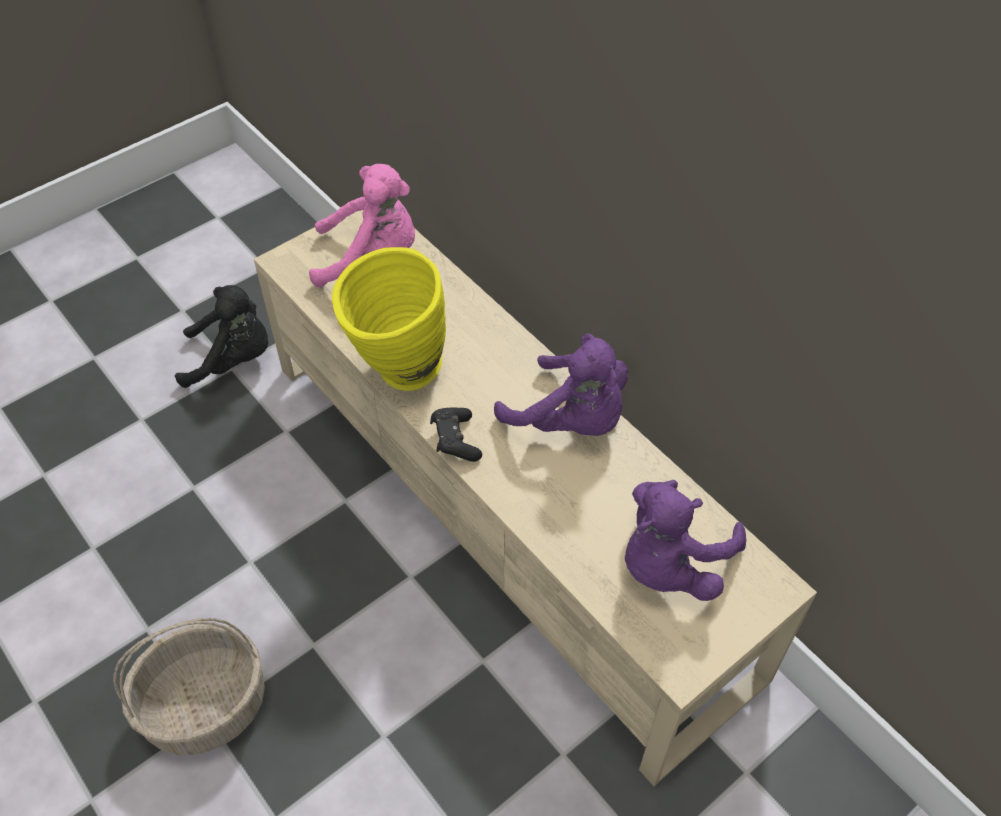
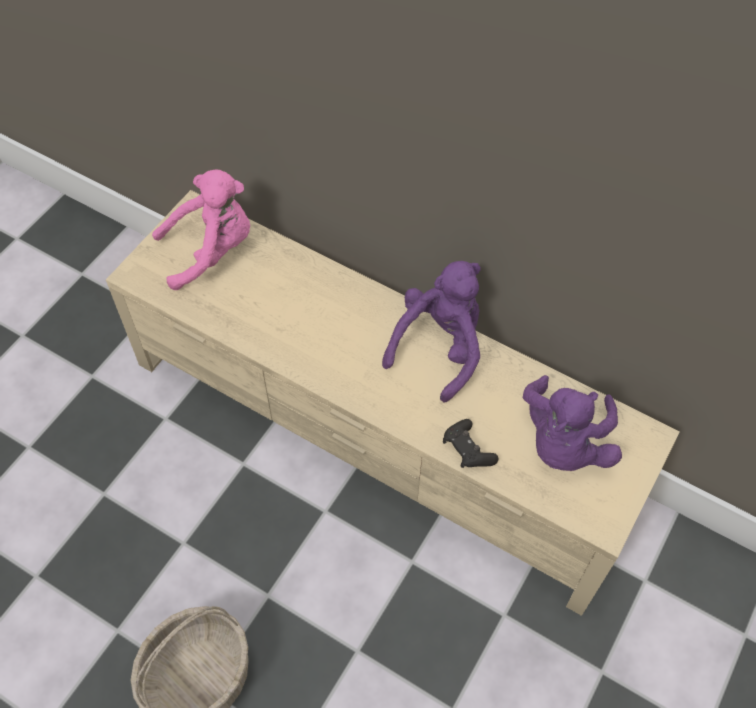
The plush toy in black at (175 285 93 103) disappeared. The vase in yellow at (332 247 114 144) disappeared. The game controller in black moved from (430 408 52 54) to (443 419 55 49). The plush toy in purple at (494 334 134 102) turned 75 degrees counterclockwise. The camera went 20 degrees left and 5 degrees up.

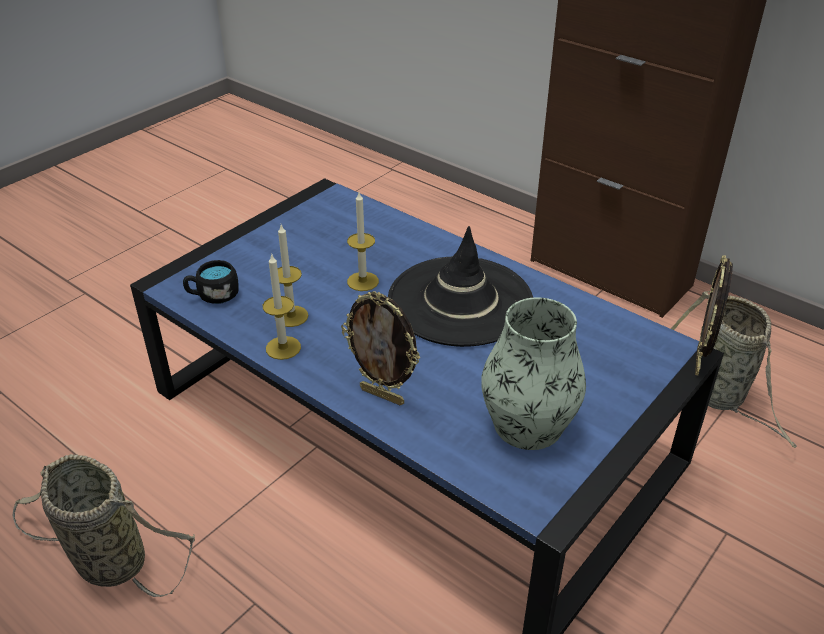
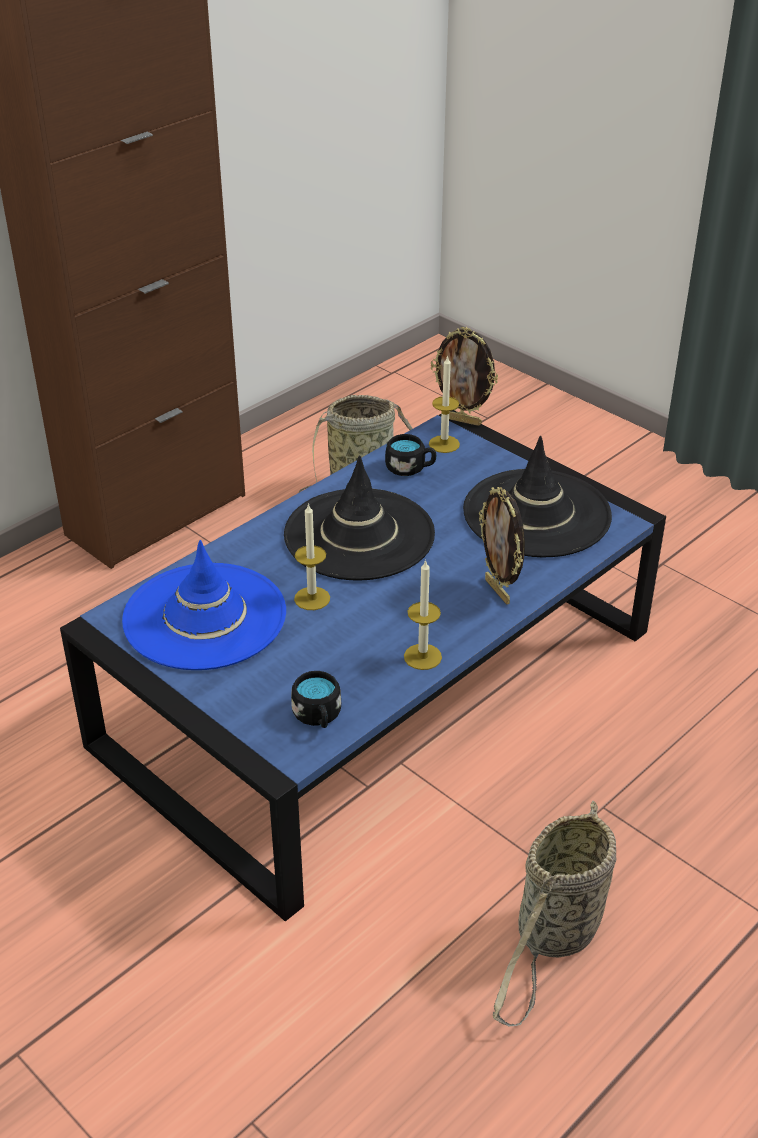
The hat in blue at (122 540 164 130) appeared. The mug in black at (385 434 51 42) appeared. The candle moved from (278 225 30 102) to (429 355 31 98). The vase at (482 297 104 153) was replaced by the hat in black at (463 436 149 122). The picture frame at (341 291 79 115) turned 120 degrees clockwise. The camera went 85 degrees left and 0 degrees up.

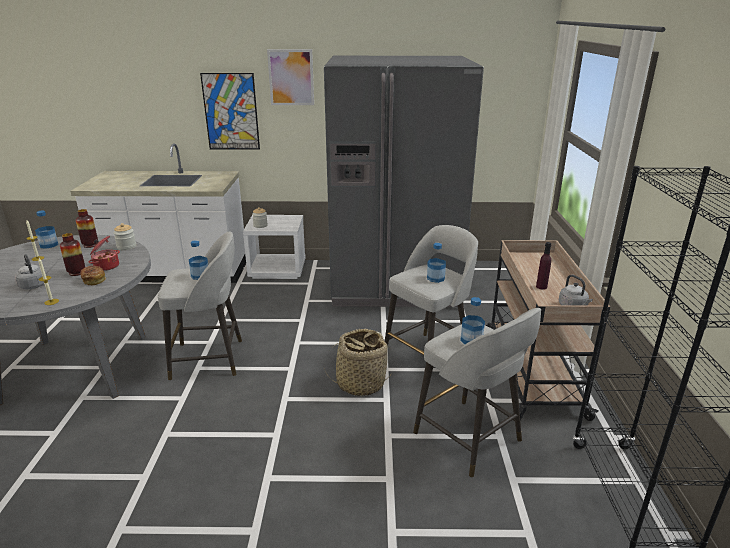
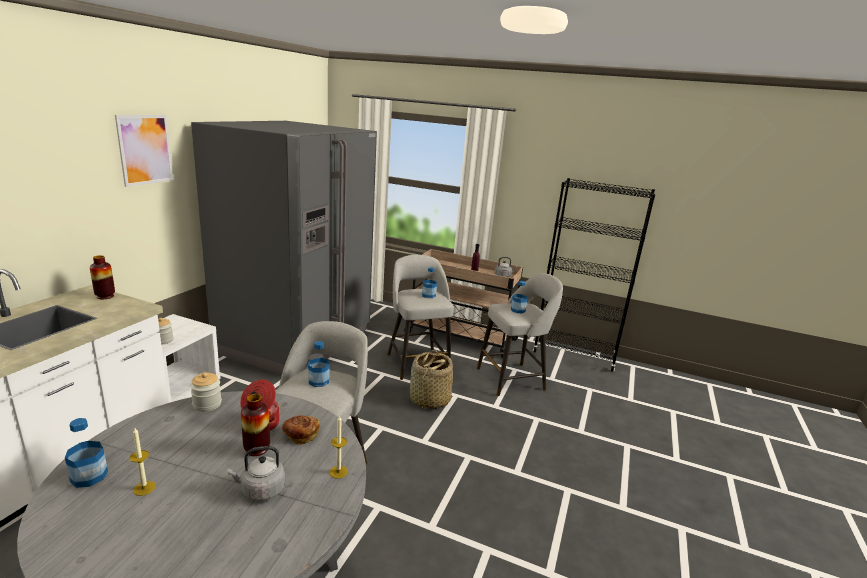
The picture at (200 73 60 77) disappeared. The vase moved from (76 209 22 39) to (90 255 25 44). The camera went 70 degrees left and 5 degrees down.

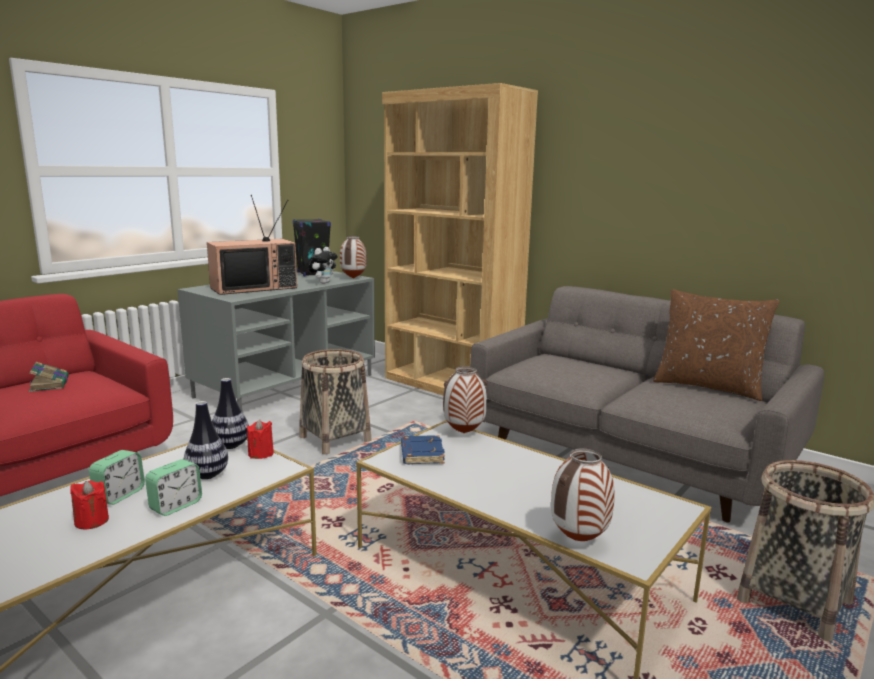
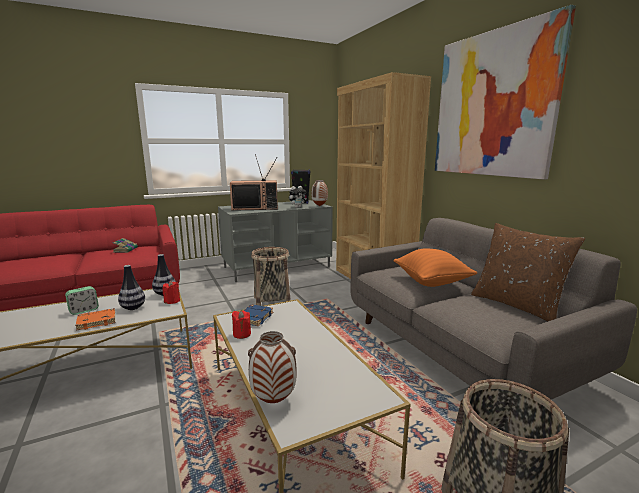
The vase at (443 366 44 67) disappeared. The pillow in orange at (393 248 84 39) appeared. The picture at (435 5 141 174) appeared. The candle in red moved from (70 481 39 48) to (232 311 19 28). The alarm clock at (145 459 57 57) was replaced by the book in orange at (75 308 40 23). The camera went 25 degrees right and 0 degrees up.

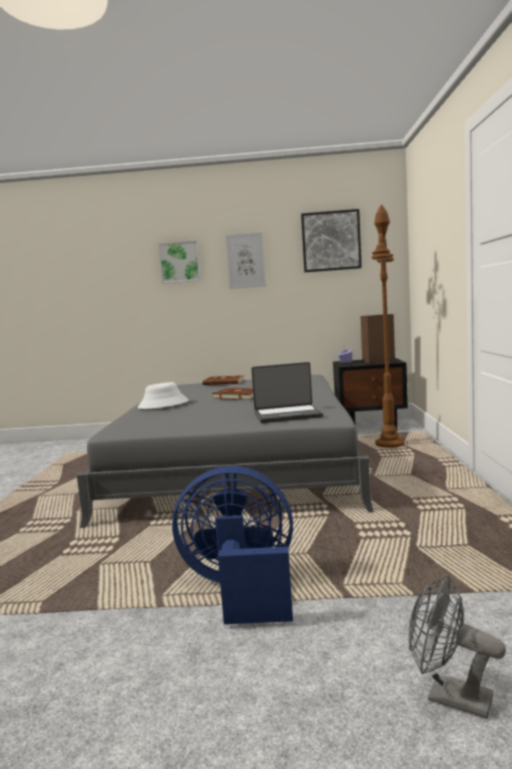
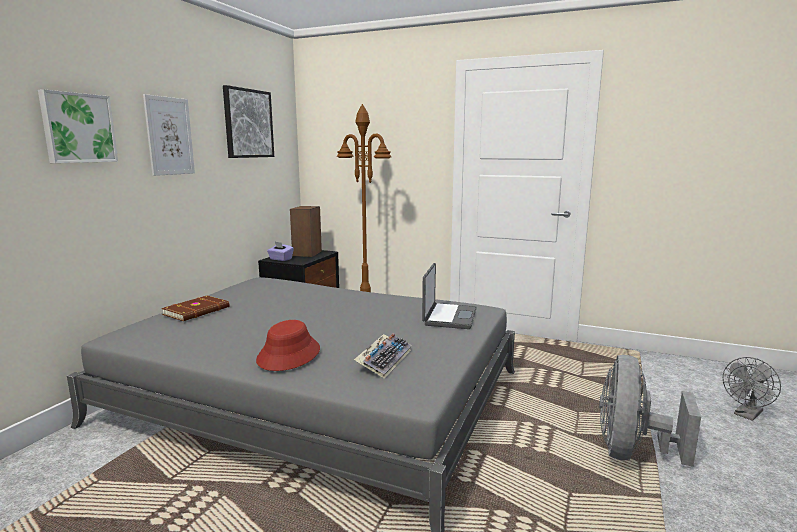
The book in brown at (212 388 42 12) disappeared. The keyboard at (354 333 58 46) appeared. The hat in white at (138 382 51 27) became the hat in red at (256 320 64 51). The fan in blue at (172 466 121 158) became the fan in grey at (599 355 102 112). The camera went 70 degrees left and 5 degrees up.

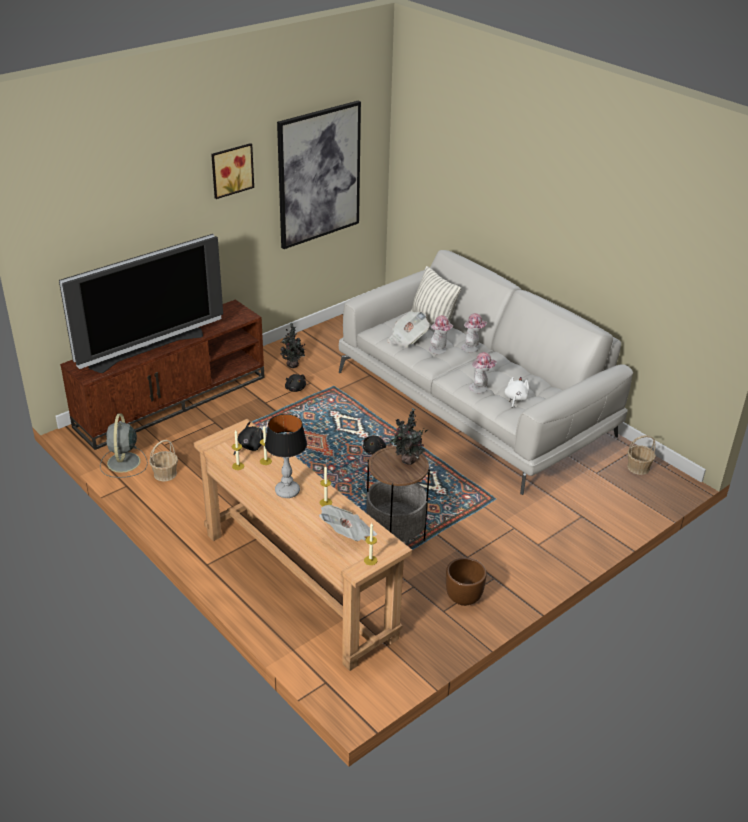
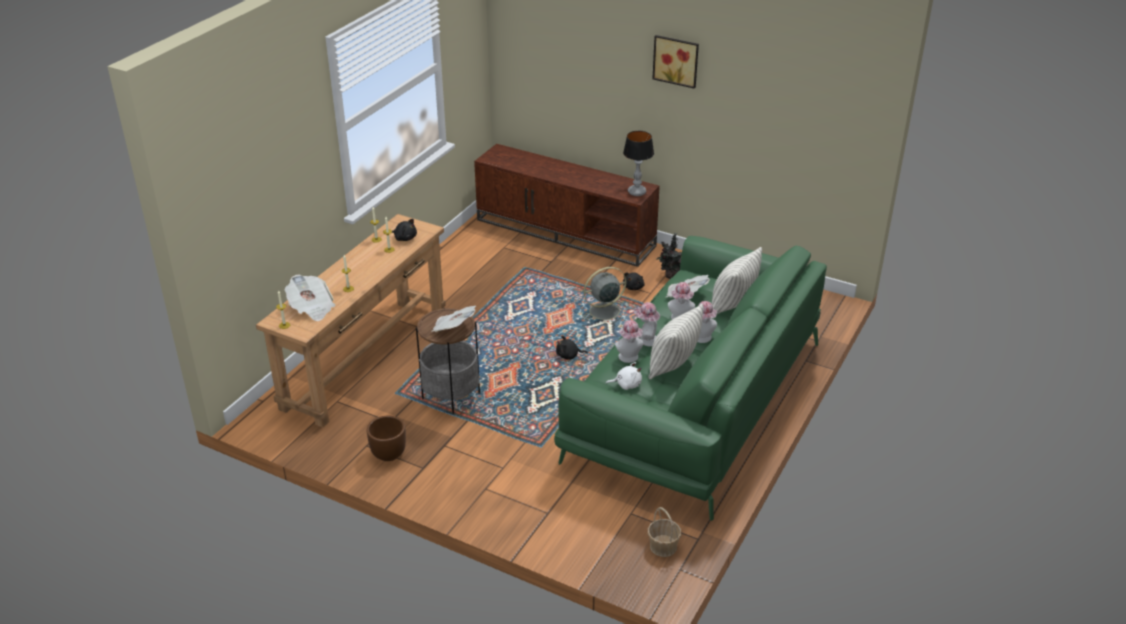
The television at (59 234 164 139) disappeared. The basket at (149 440 29 41) disappeared. The picture at (277 101 84 148) disappeared. The hat at (634 302 26 44) appeared. The pillow at (648 304 55 76) appeared. The fan in grey moved from (100 414 48 64) to (581 267 49 57). The table lamp moved from (265 414 42 84) to (623 131 31 65). The potted plant at (390 408 39 57) was replaced by the newspaper at (431 306 45 26). The sofa in white at (339 250 294 245) became the sofa in green at (554 236 273 285). The camera went 70 degrees right and 0 degrees up.

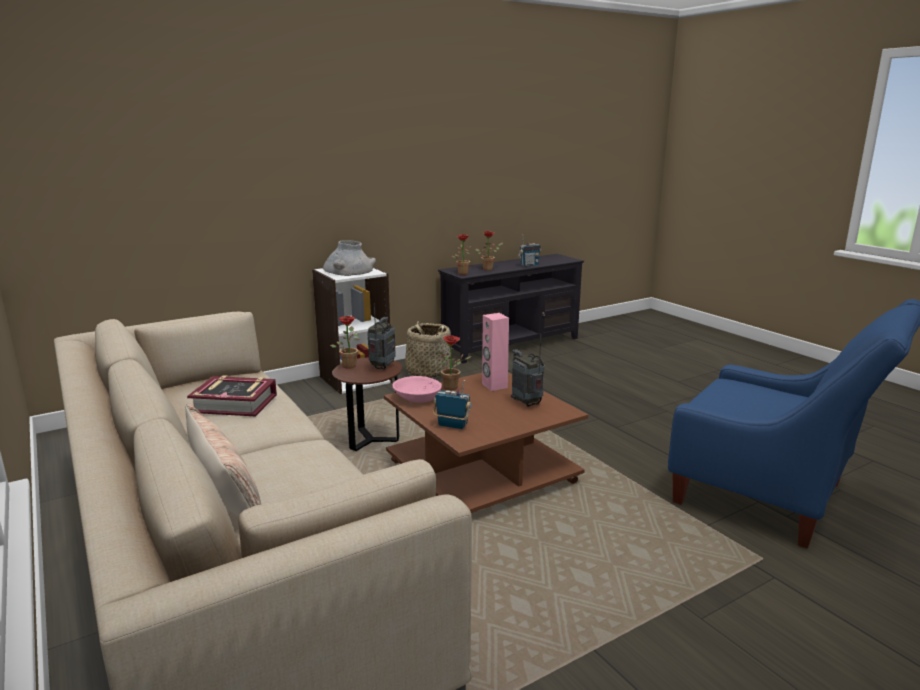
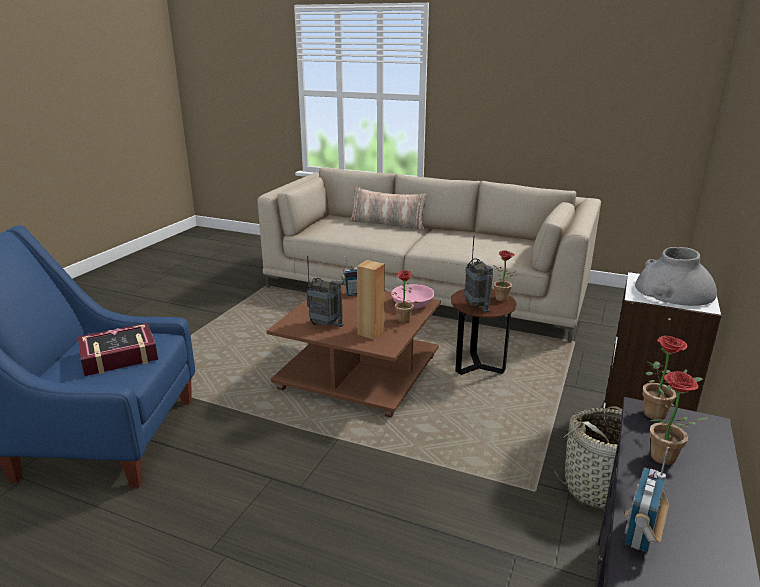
The book moved from (187 375 90 42) to (78 323 80 53). The speaker in pink at (482 313 27 78) became the speaker in brown at (357 260 28 80). The camera went 145 degrees right and 5 degrees up.

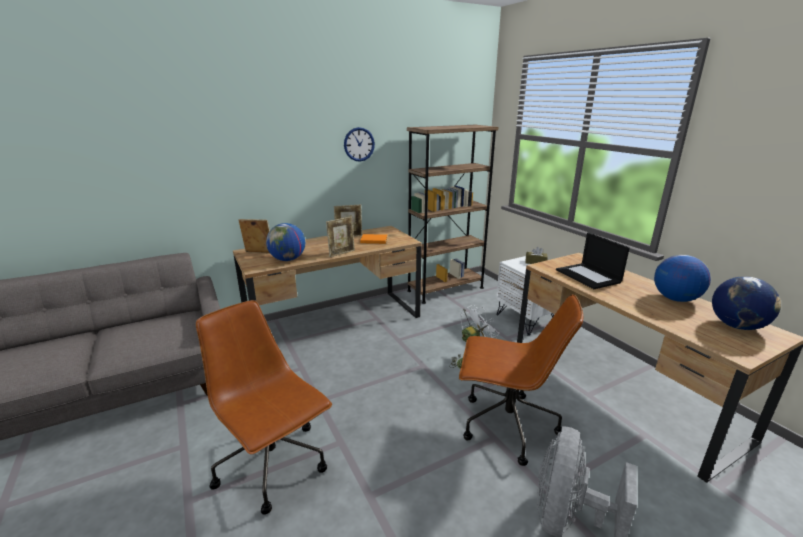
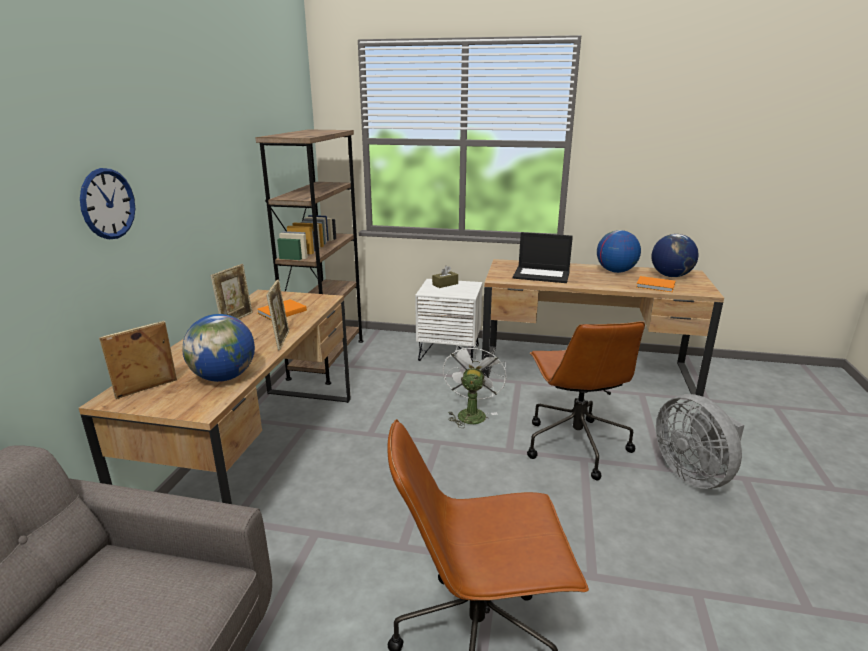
The book in orange at (636 276 39 16) appeared. The wall clock moved from (344 127 31 35) to (80 168 55 71). The office chair in brown at (459 294 124 172) turned 120 degrees clockwise. The camera went 50 degrees left and 0 degrees up.

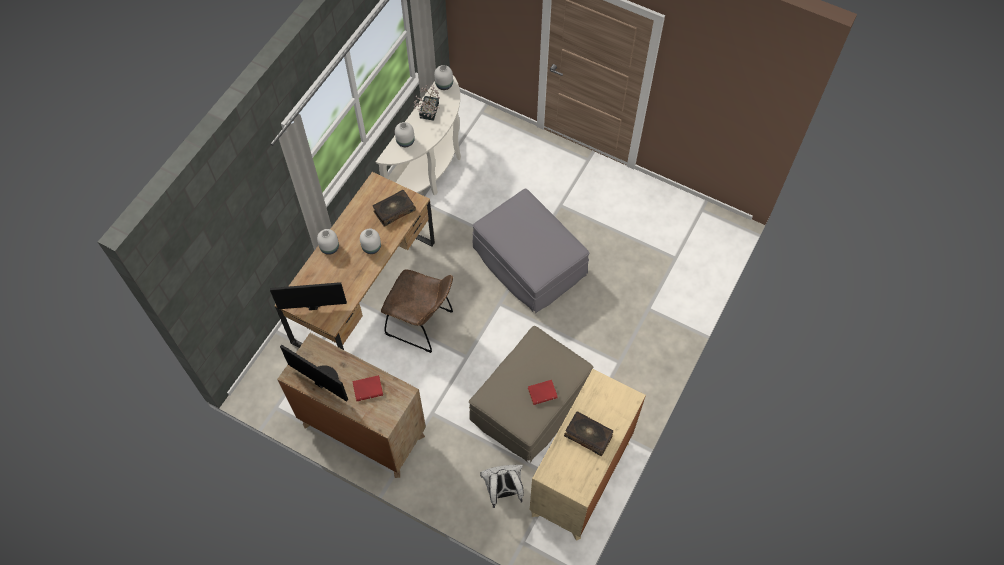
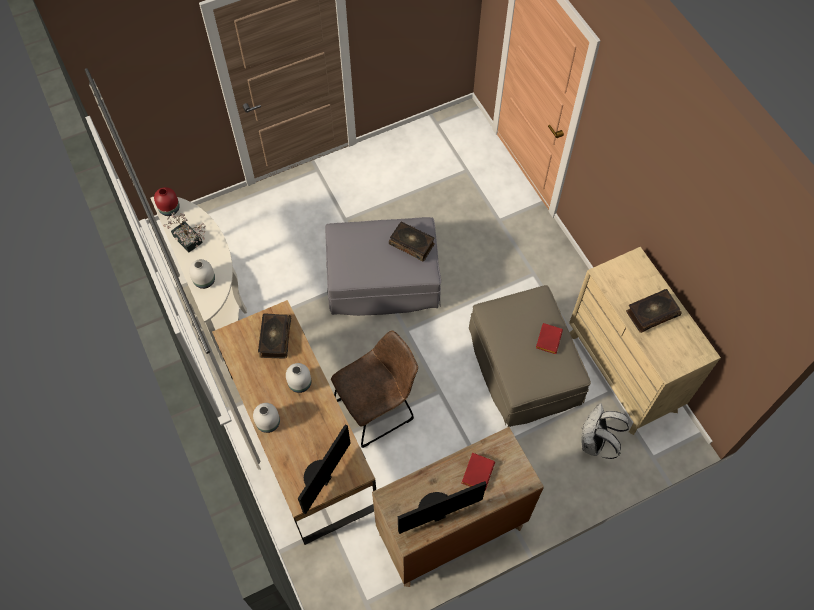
The book at (389 222 46 39) appeared. The vase in white at (434 65 19 25) became the vase in red at (154 187 26 29). The camera went 55 degrees left and 0 degrees up.

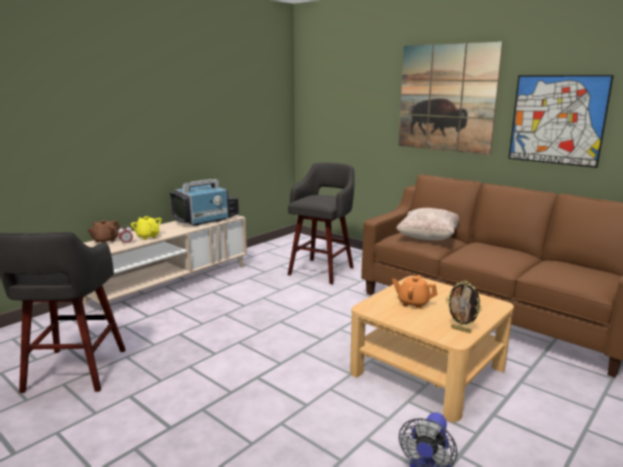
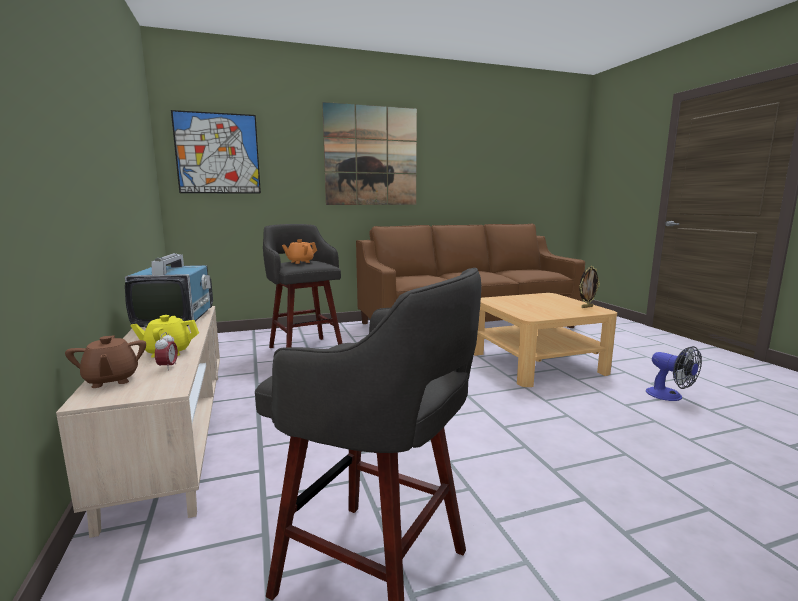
The pillow in beige at (396 208 63 32) disappeared. The teapot in orange moved from (392 275 45 34) to (282 239 35 25). The picture moved from (508 75 106 93) to (171 110 90 84). The camera went 60 degrees left and 5 degrees down.

